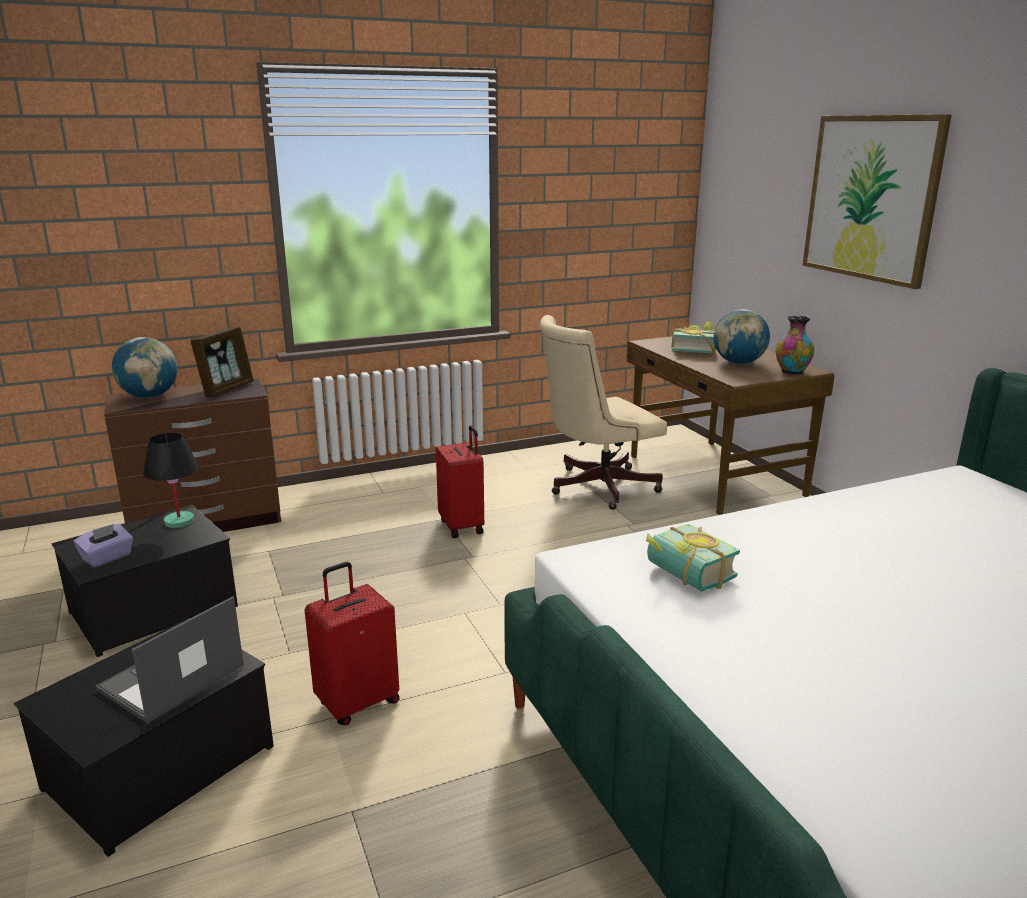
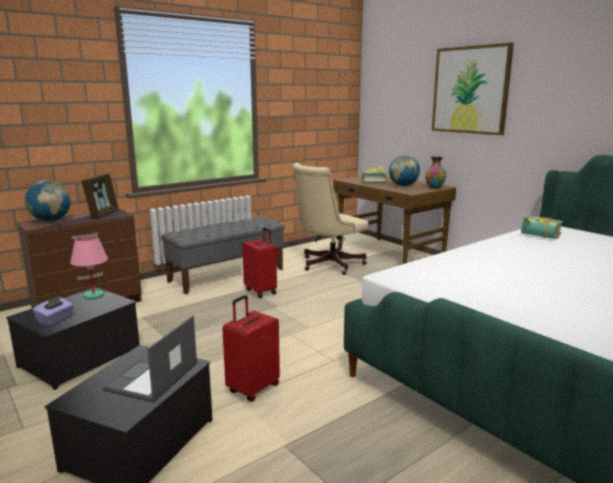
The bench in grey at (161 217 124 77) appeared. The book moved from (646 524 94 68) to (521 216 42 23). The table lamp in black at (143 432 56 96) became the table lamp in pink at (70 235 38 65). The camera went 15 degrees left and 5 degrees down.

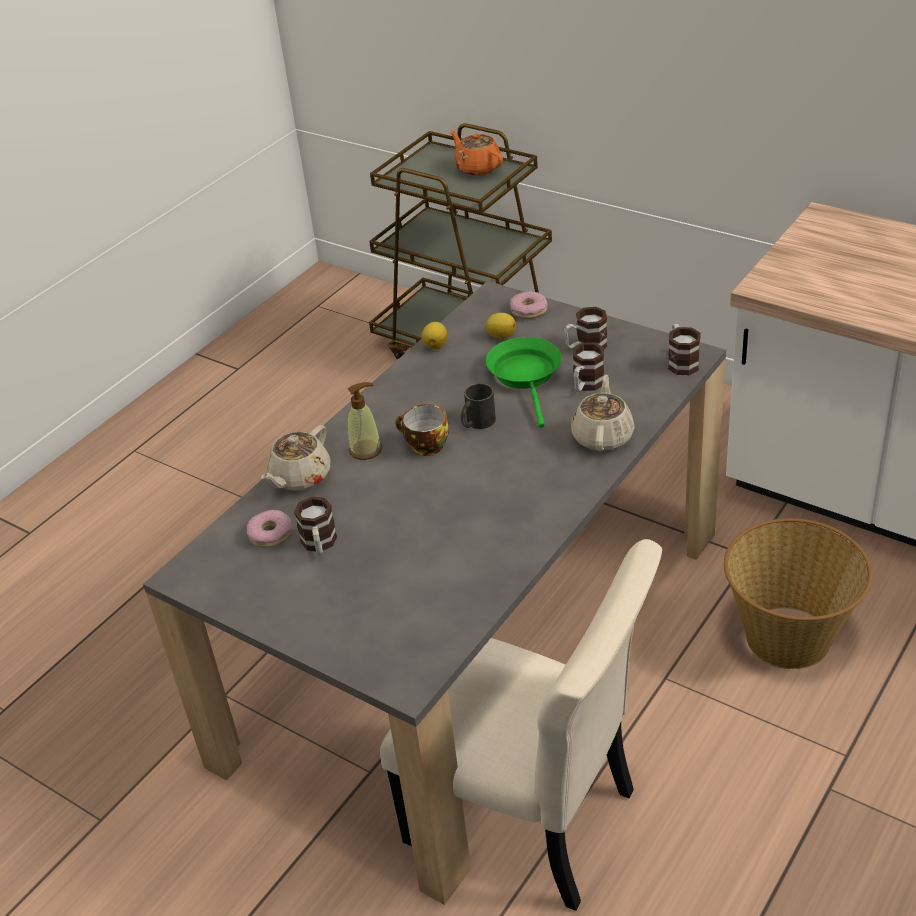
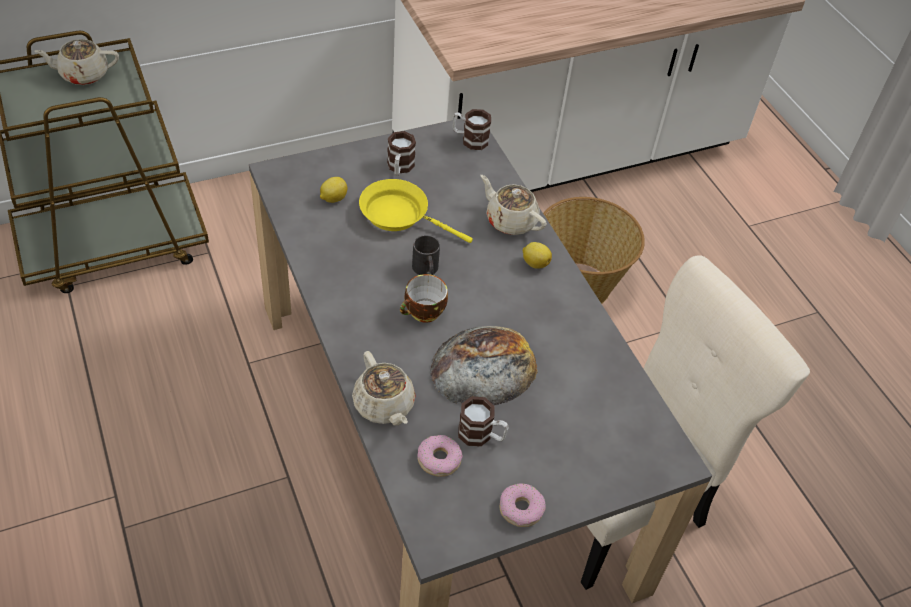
The soap dispenser at (347 382 35 78) disappeared. The mug at (573 343 31 49) disappeared. The bread at (430 326 108 79) appeared. The lemon moved from (422 322 25 27) to (523 242 29 27). The donut moved from (510 291 37 28) to (500 483 46 44). The teapot in orange at (450 130 53 46) became the teapot in beige at (34 39 85 46). The frying pan in green at (486 337 75 91) became the frying pan in yellow at (359 179 114 64). The camera went 65 degrees left and 10 degrees up.

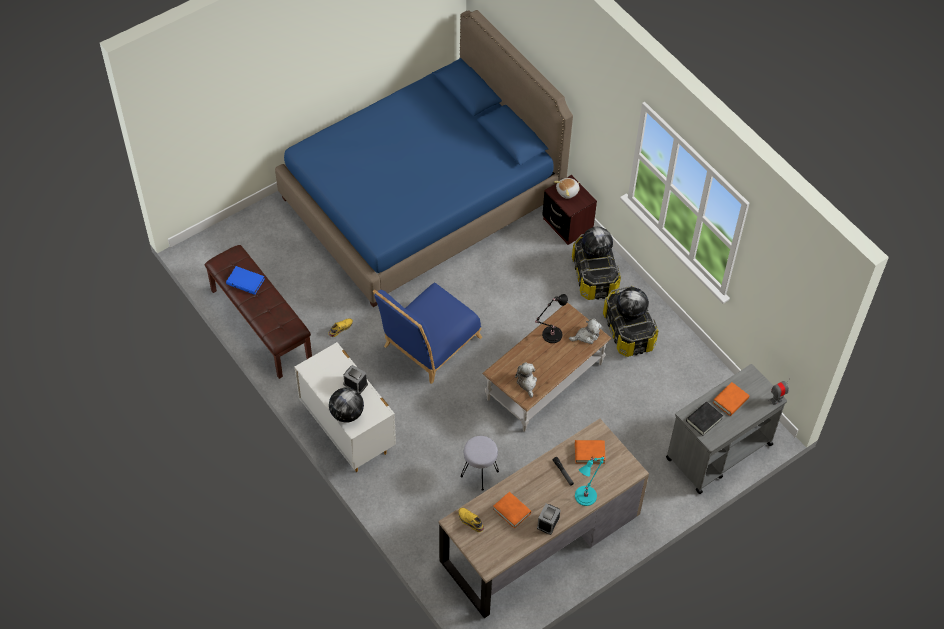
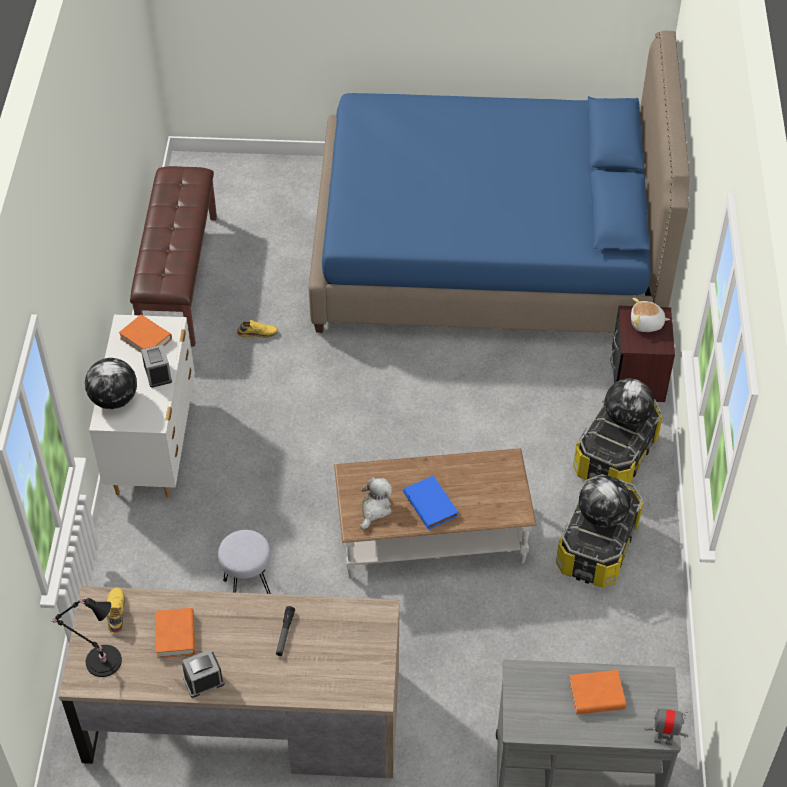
The chair in blue at (373 283 109 101) disappeared. The plush toy at (569 318 33 26) disappeared. The table lamp in turquoise at (575 456 30 50) disappeared. The book in black at (686 402 37 34) disappeared. The book in blue moved from (226 266 38 29) to (403 475 55 55). The table lamp in black moved from (535 294 33 49) to (51 598 71 79). The book in orange moved from (575 440 31 24) to (119 315 53 38). The camera went 40 degrees right and 5 degrees down.

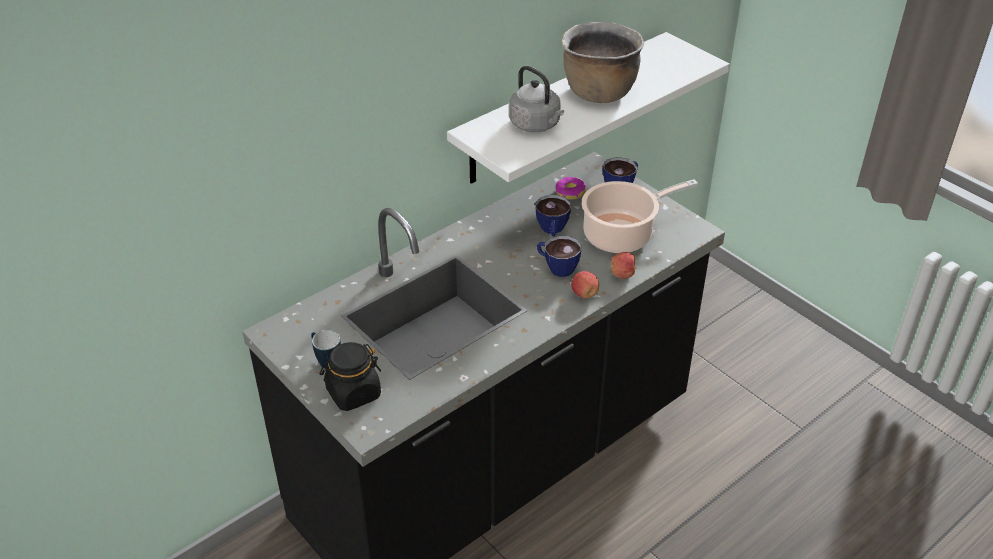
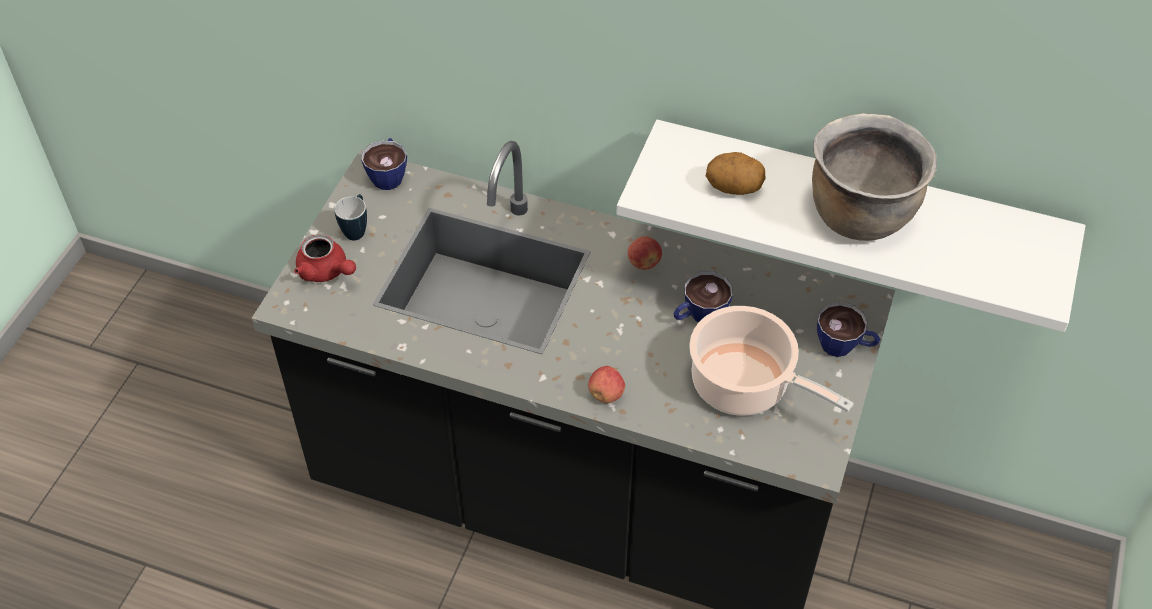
The donut at (555 177 31 23) disappeared. The cup moved from (537 236 44 41) to (361 138 46 52). The apple moved from (611 252 26 27) to (628 236 34 34). The jar in black at (320 342 61 69) was replaced by the teapot in red at (294 234 62 48). The kettle in grey at (509 66 55 66) was replaced by the potato at (706 152 59 43). The camera went 60 degrees right and 10 degrees up.

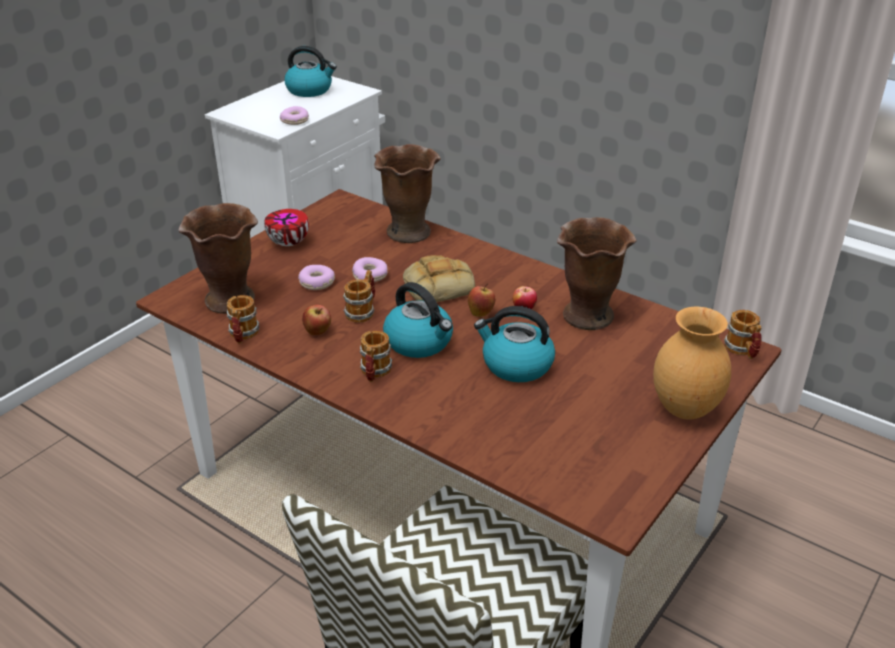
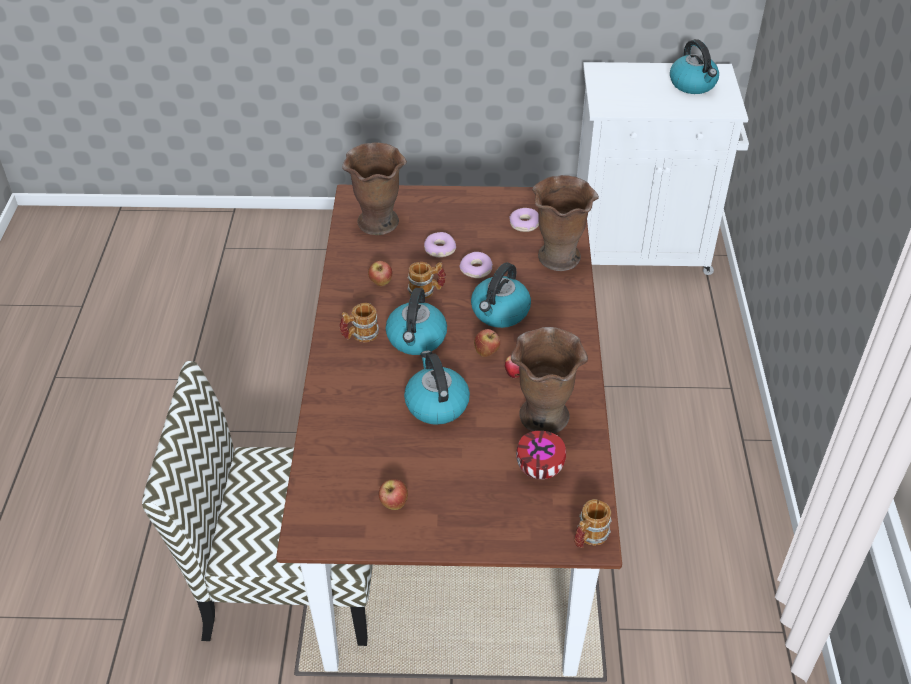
The mug at (227 295 32 49) disappeared. The vase in brown at (653 307 78 113) disappeared. The apple at (379 479 29 31) appeared. The bowl moved from (264 209 45 37) to (516 431 50 48). The donut moved from (280 106 29 19) to (509 208 30 24). The bread at (403 255 72 47) was replaced by the kettle at (471 263 60 65). The camera went 55 degrees right and 10 degrees up.

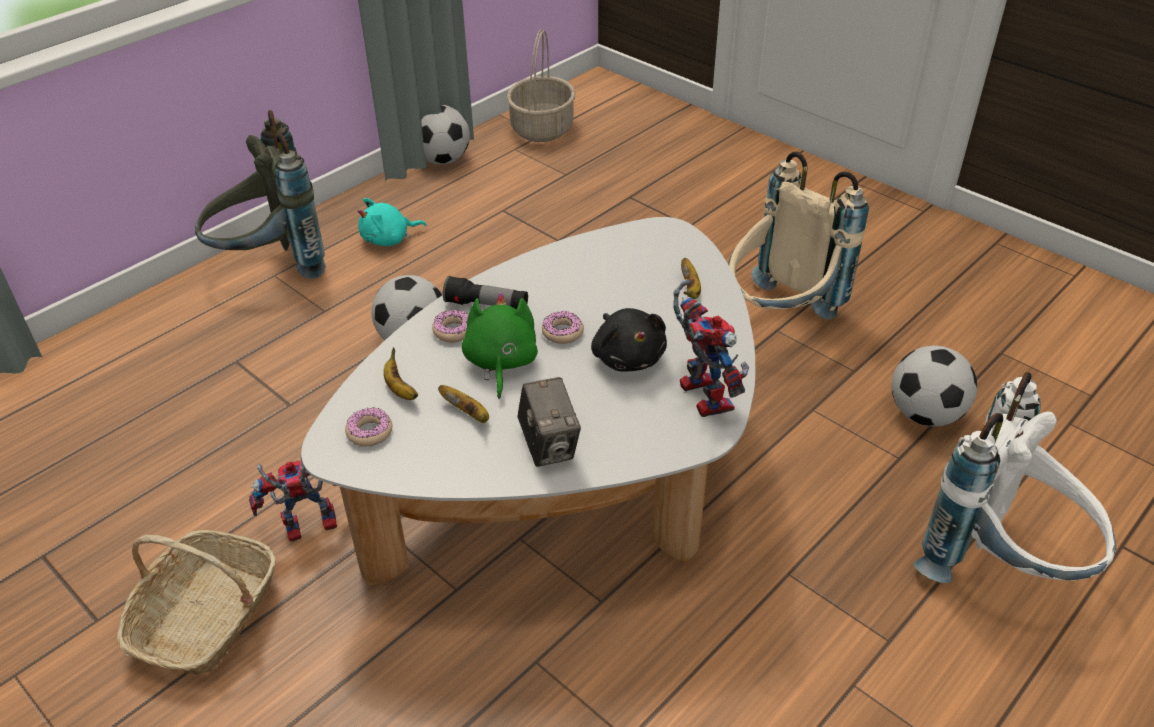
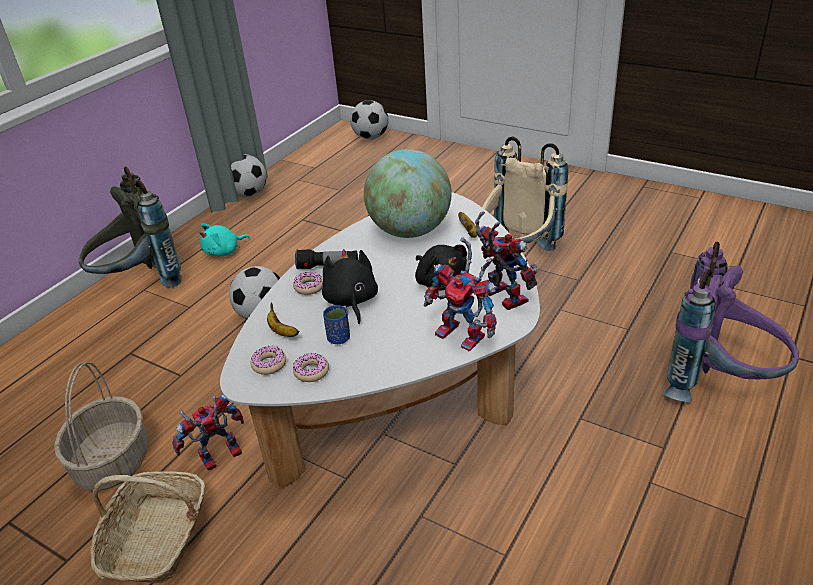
The photo camera at (517 377 64 90) disappeared. The globe at (364 149 88 89) appeared. The toy robot at (424 237 73 114) appeared. The basket moved from (507 29 68 113) to (54 362 95 129). The donut moved from (542 311 42 33) to (293 353 36 29). The football moved from (891 346 86 81) to (350 100 38 40). The banana at (438 385 51 38) was replaced by the cup in blue at (323 305 27 39). The plush toy in green at (462 292 76 107) became the plush toy in black at (322 249 56 75). The backpack in white at (914 372 202 211) became the backpack in purple at (664 242 135 160). The camera went 10 degrees left and 5 degrees down.

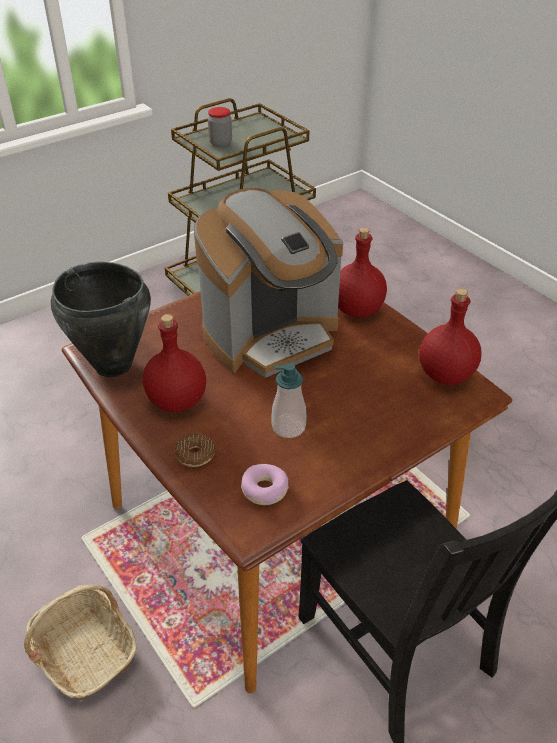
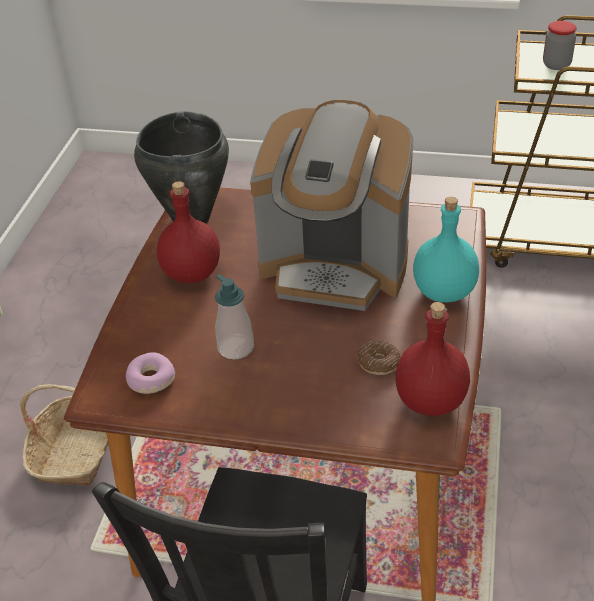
The donut moved from (174 434 41 33) to (358 340 43 35). The bottle in red at (338 227 49 91) became the bottle in turquoise at (413 197 66 105). The camera went 50 degrees right and 0 degrees up.

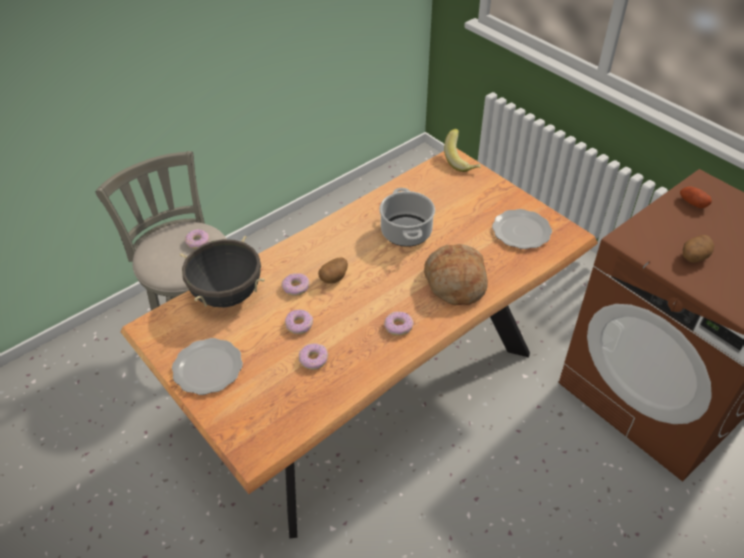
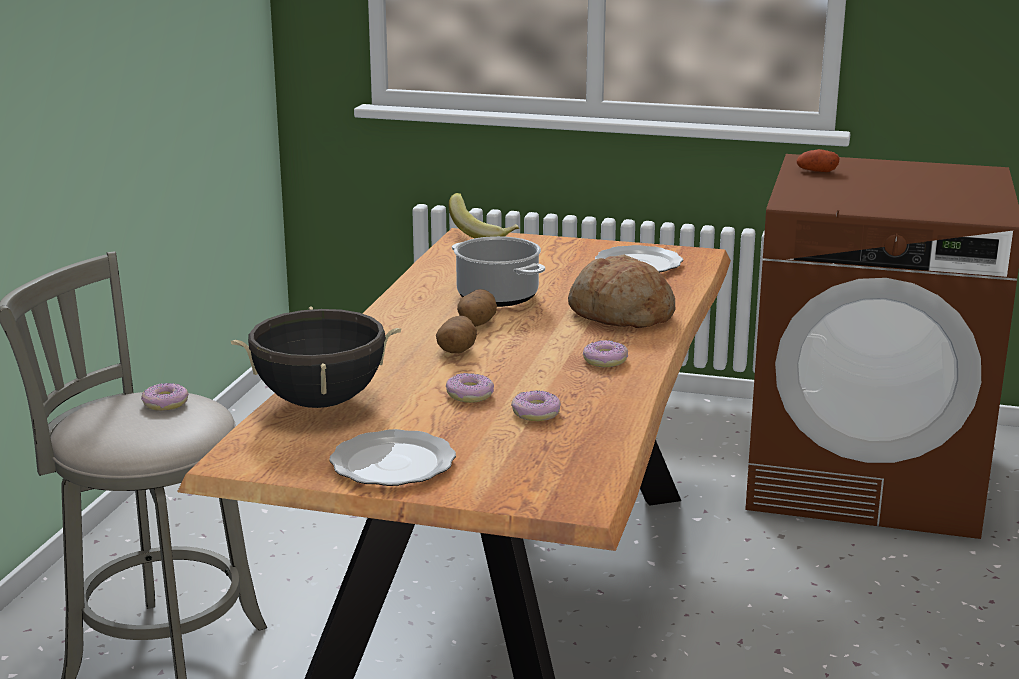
The donut at (282 273 28 23) disappeared. The potato moved from (683 235 31 28) to (457 289 40 38). The camera went 35 degrees left and 25 degrees down.

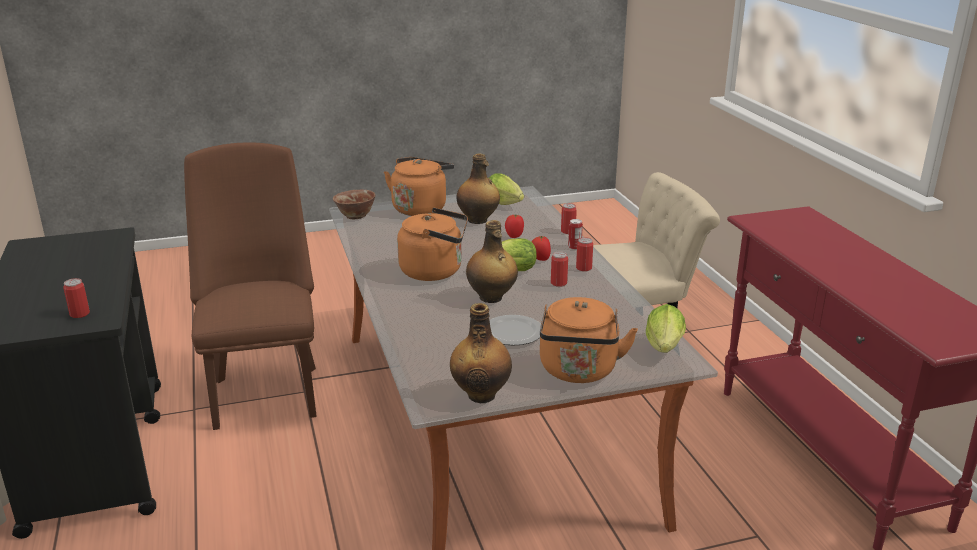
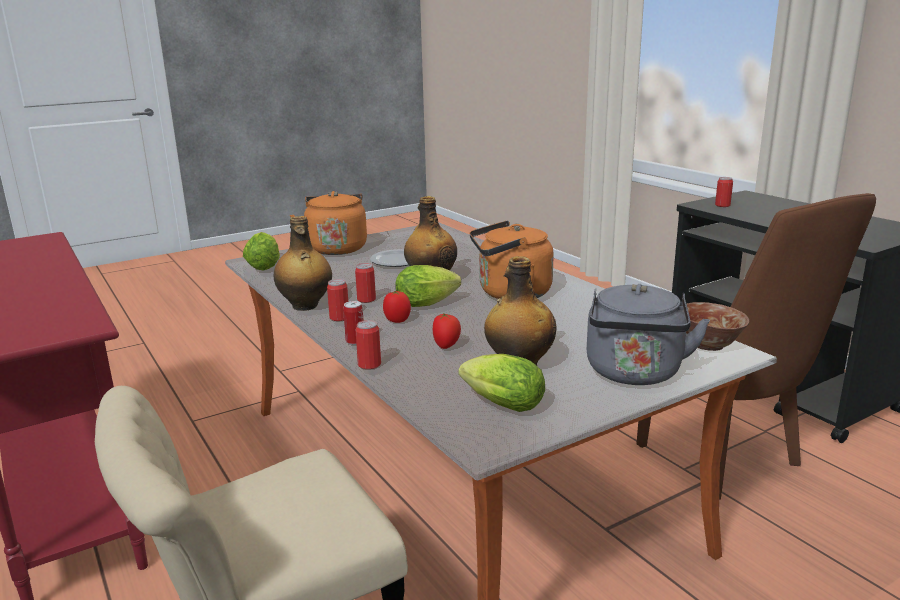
The bottle moved from (450 303 62 100) to (274 216 58 95). The kettle in orange at (384 157 70 59) became the kettle in grey at (587 284 123 101). The camera went 165 degrees right and 5 degrees down.

